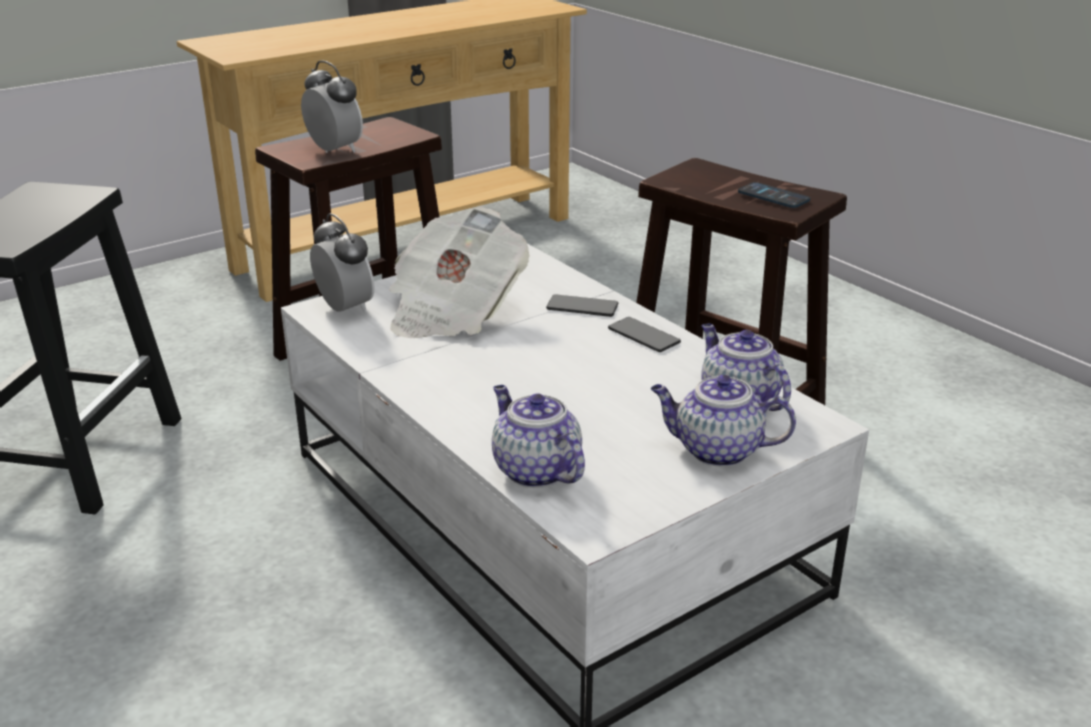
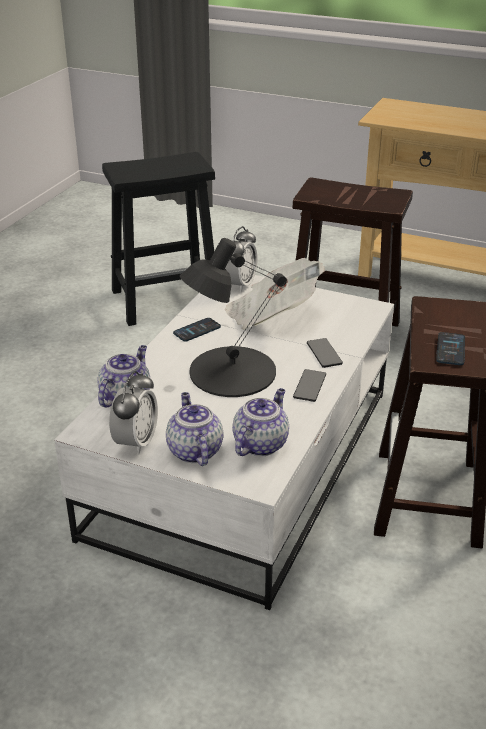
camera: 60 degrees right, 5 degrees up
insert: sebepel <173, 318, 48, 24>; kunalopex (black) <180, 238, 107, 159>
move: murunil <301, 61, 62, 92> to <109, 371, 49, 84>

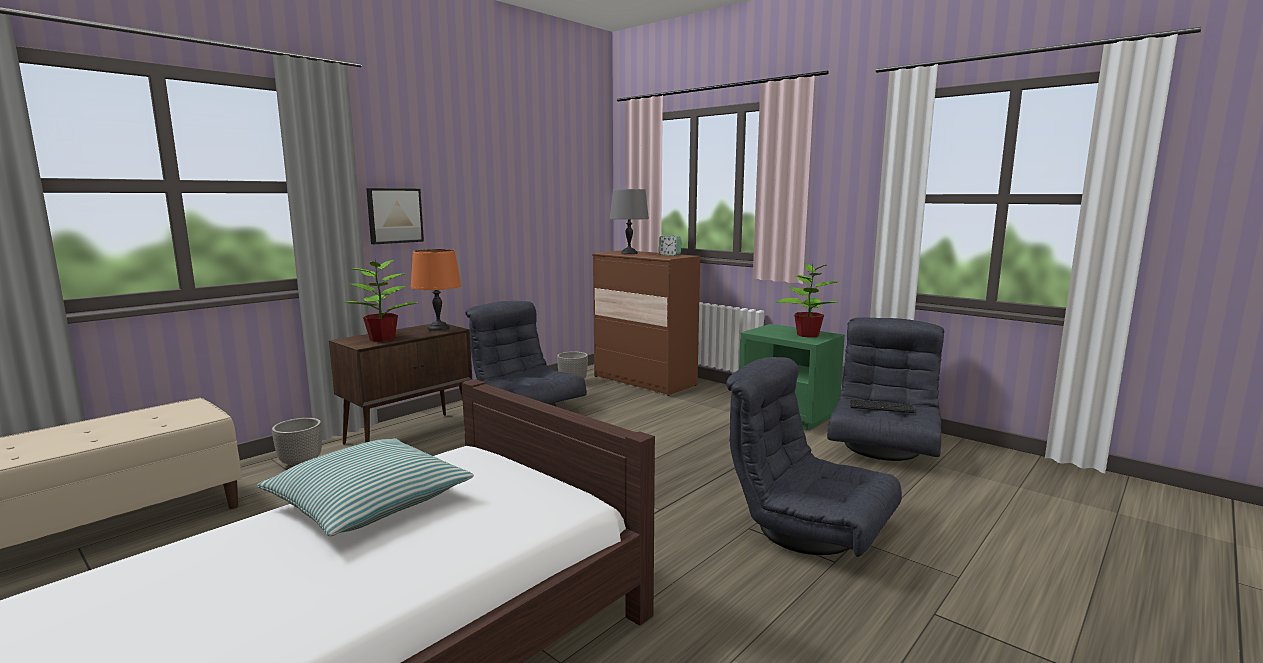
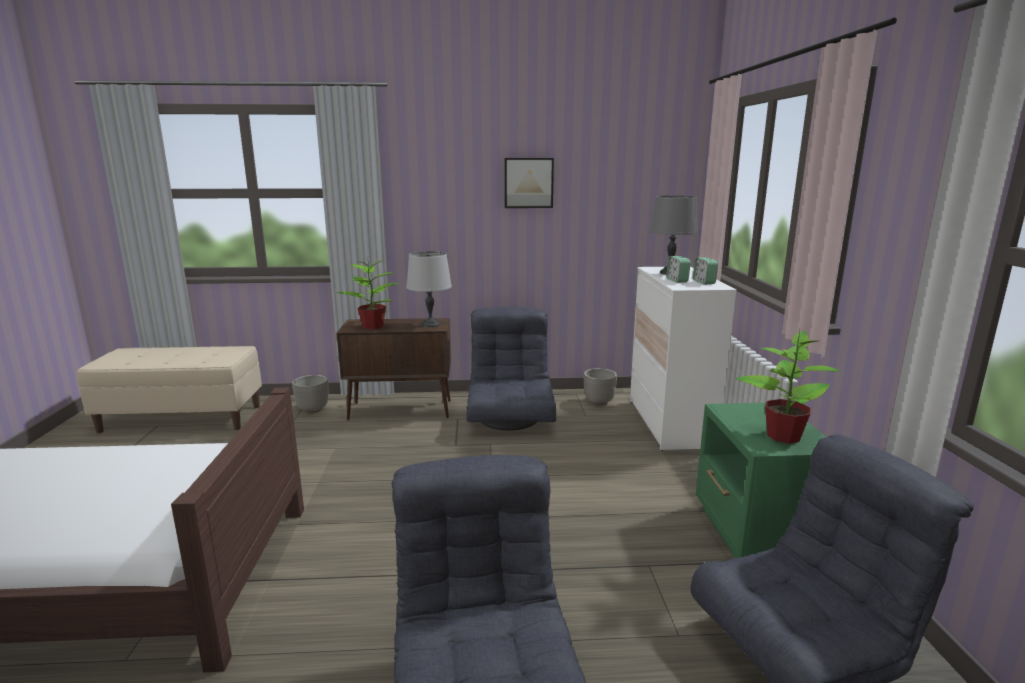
camera: 45 degrees right, 5 degrees up
delete: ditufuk <257, 438, 217, 98>; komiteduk <850, 399, 64, 14>
insert: murunil <666, 256, 25, 27>
move: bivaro <366, 188, 58, 56> to <504, 158, 50, 50>
recolor: kunalopex (orange) <411, 249, 50, 82> to kunalopex (grey) <407, 251, 45, 77>; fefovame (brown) <592, 250, 109, 146> to fefovame (white) <630, 267, 107, 184>

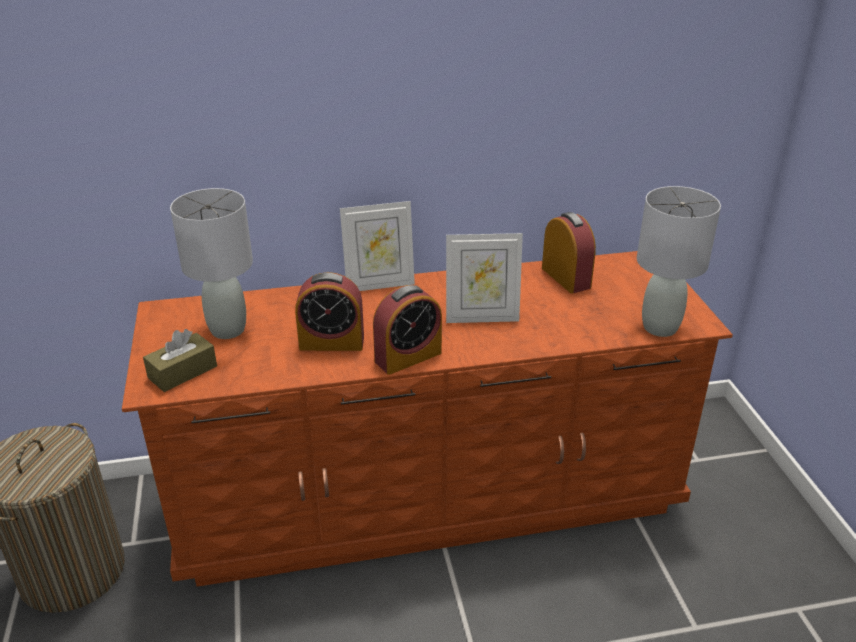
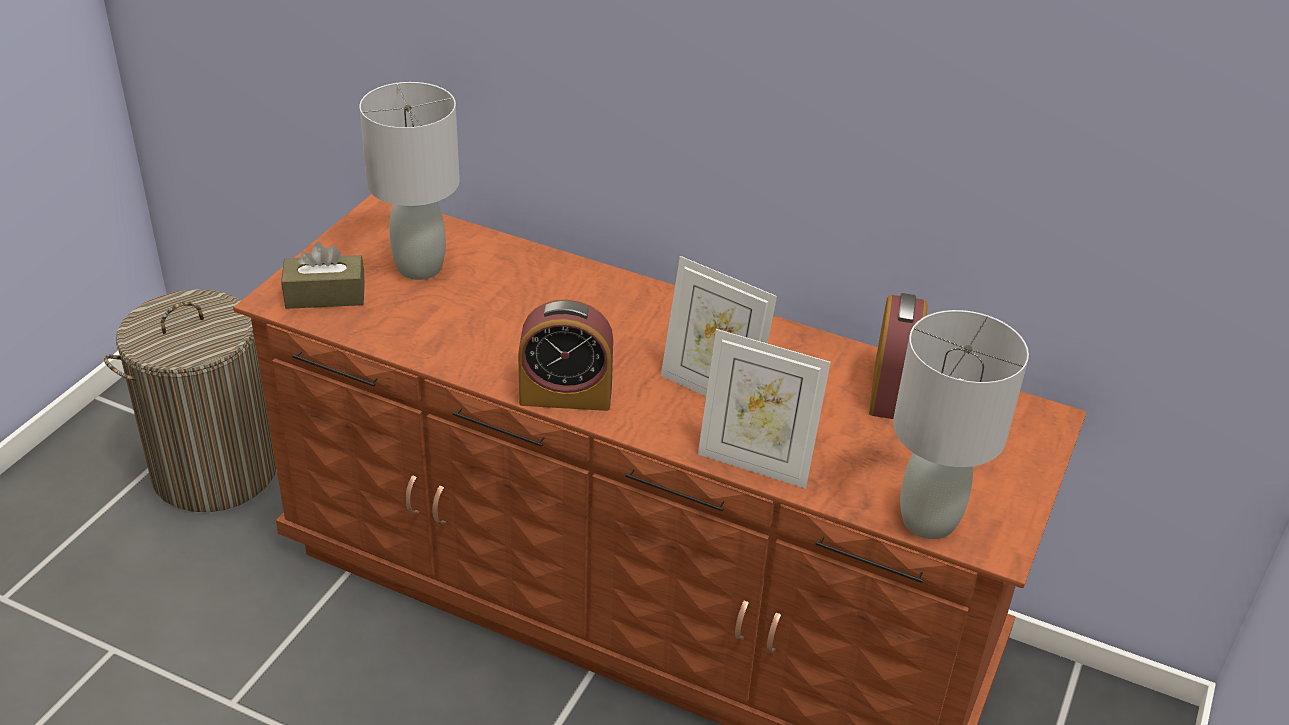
camera: 35 degrees right, 5 degrees up
delete: murunil <295, 272, 69, 79>
move: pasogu <340, 201, 75, 90> to <698, 329, 133, 160>

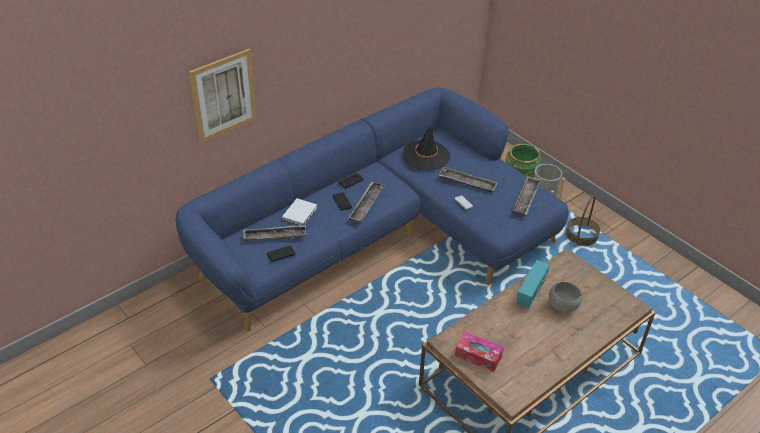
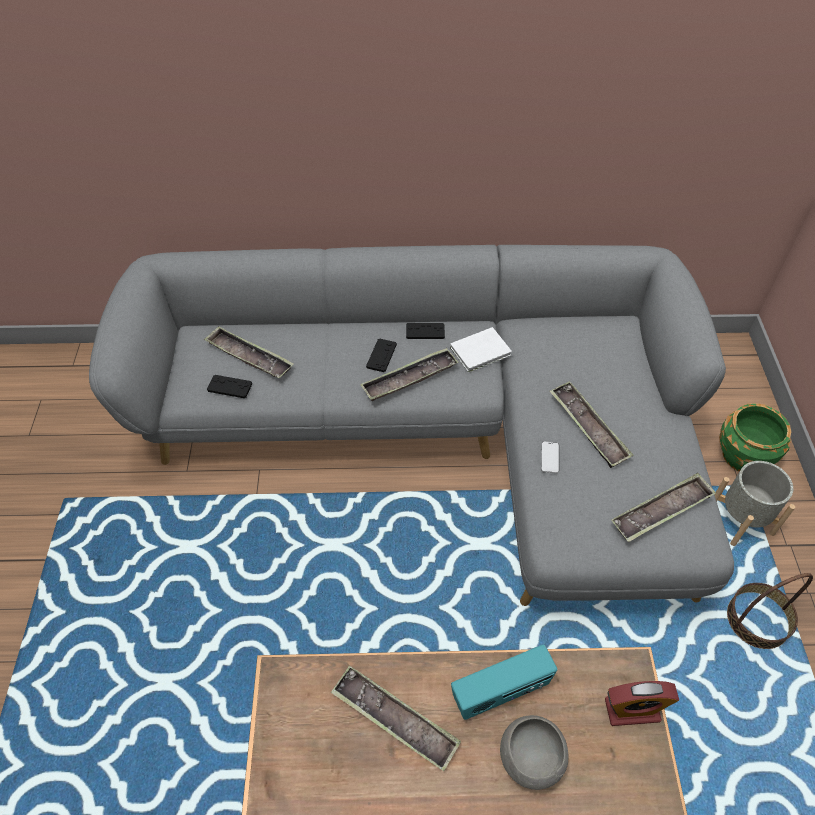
camera: 40 degrees right, 10 degrees up
delete: bivaro <189, 49, 68, 94>; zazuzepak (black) <403, 124, 47, 47>; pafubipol <455, 332, 49, 40>
insert: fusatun <331, 665, 130, 106>; murunil <605, 681, 74, 45>
move: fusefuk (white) <282, 198, 35, 28> to <450, 327, 62, 46>
recolor: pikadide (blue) <176, 88, 392, 243> to pikadide (grey) <89, 245, 645, 361>

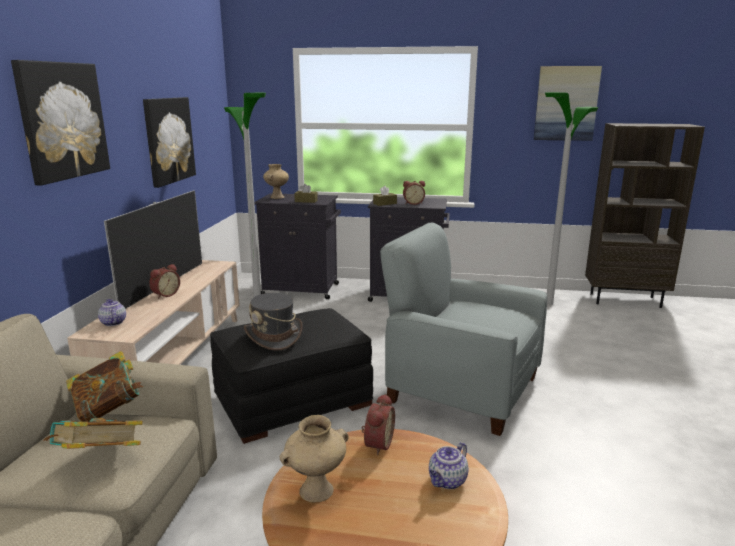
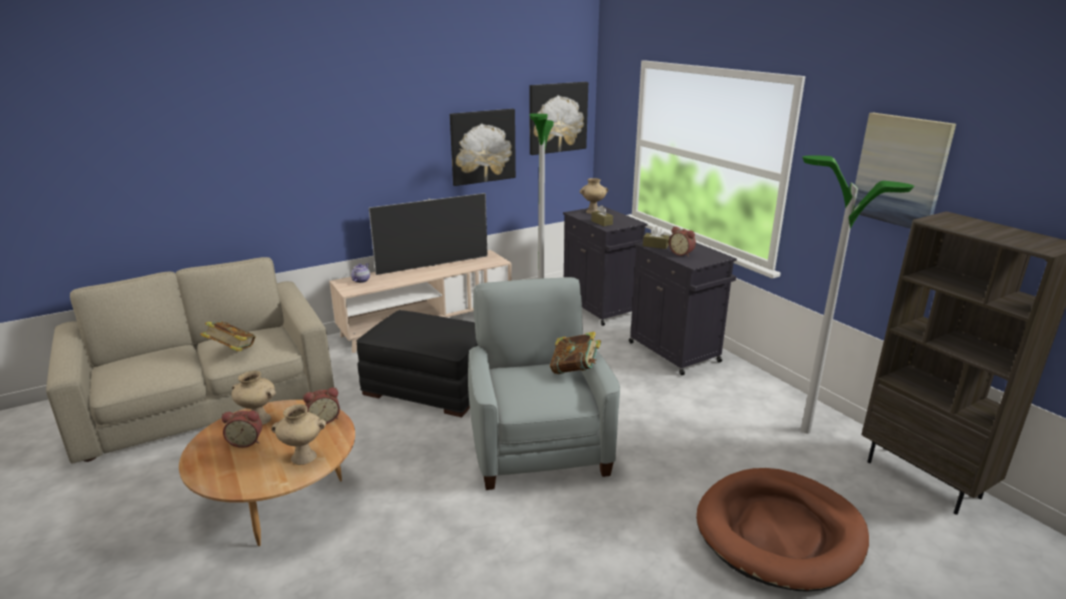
camera: 50 degrees right, 5 degrees up
delete: zazuzepak (grey) <244, 293, 59, 58>
insert: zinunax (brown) <696, 468, 173, 124>
move: bivaro <11, 60, 99, 126> to <529, 82, 59, 73>; fusefuk <66, 351, 77, 71> to <550, 331, 51, 43>; murunil <149, 264, 31, 35> to <222, 411, 40, 37>
replace: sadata <429, 442, 40, 47> to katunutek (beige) <271, 404, 55, 61>

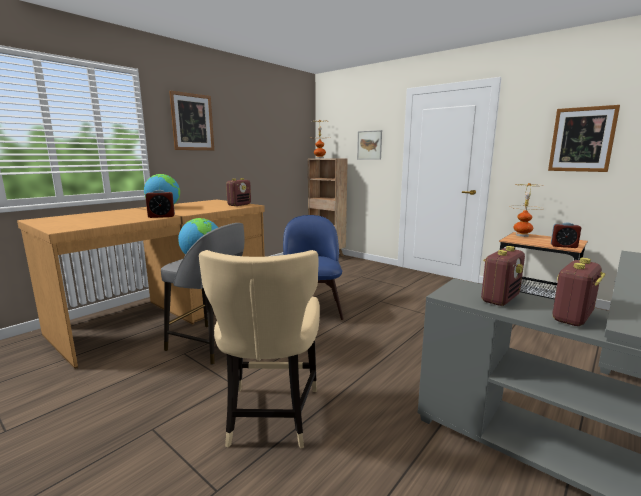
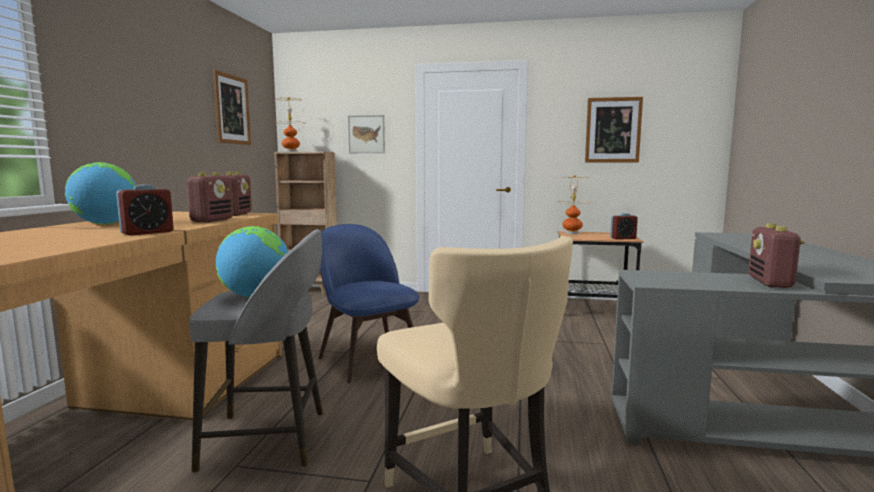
camera: 30 degrees left, 5 degrees down
move: bivaro <169, 91, 45, 59> to <213, 70, 38, 75>; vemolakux <481, 246, 44, 60> to <187, 172, 47, 50>

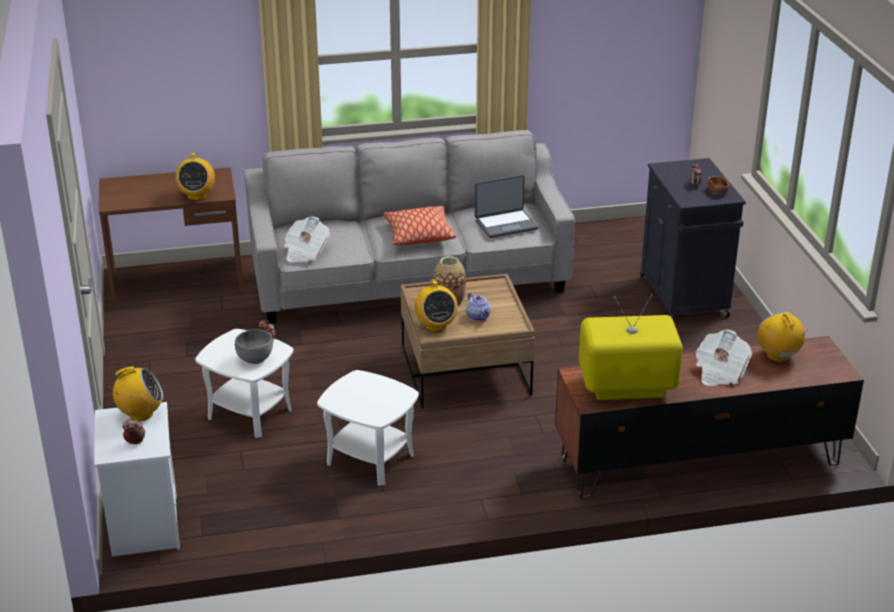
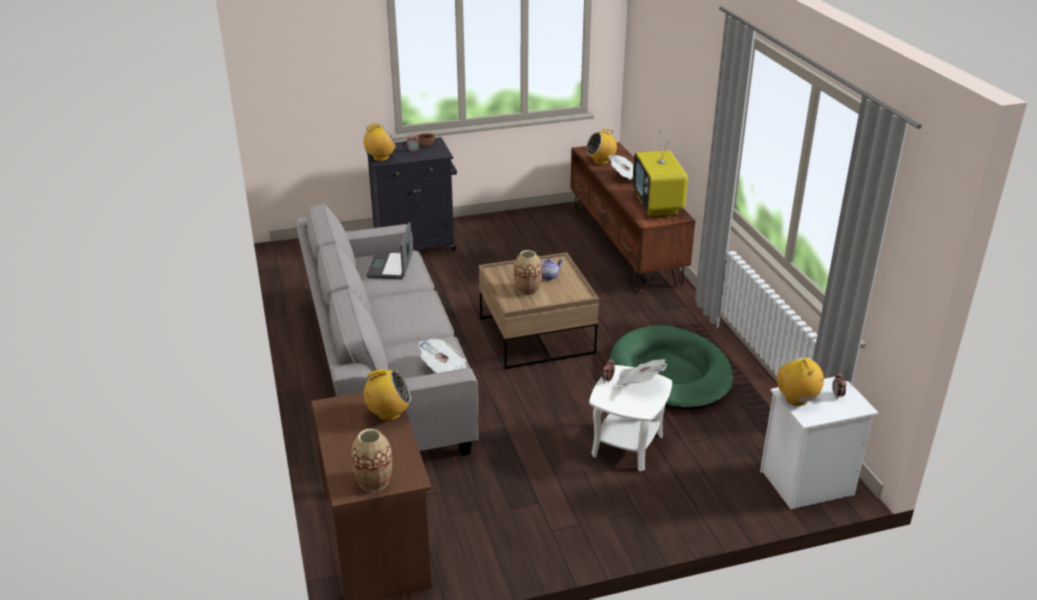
camera: 95 degrees left, 0 degrees up
delete: ditufuk <383, 206, 73, 39>
insert: katunutek <351, 428, 41, 64>
move: vemolakux <414, 279, 44, 53> to <364, 123, 32, 38>
replace: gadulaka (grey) <235, 329, 38, 35> to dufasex <617, 359, 50, 26>; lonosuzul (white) <317, 370, 102, 116> to zinunax (green) <610, 325, 123, 85>
rotate: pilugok <475, 175, 64, 63> = <367, 222, 46, 57> 150 degrees counterclockwise

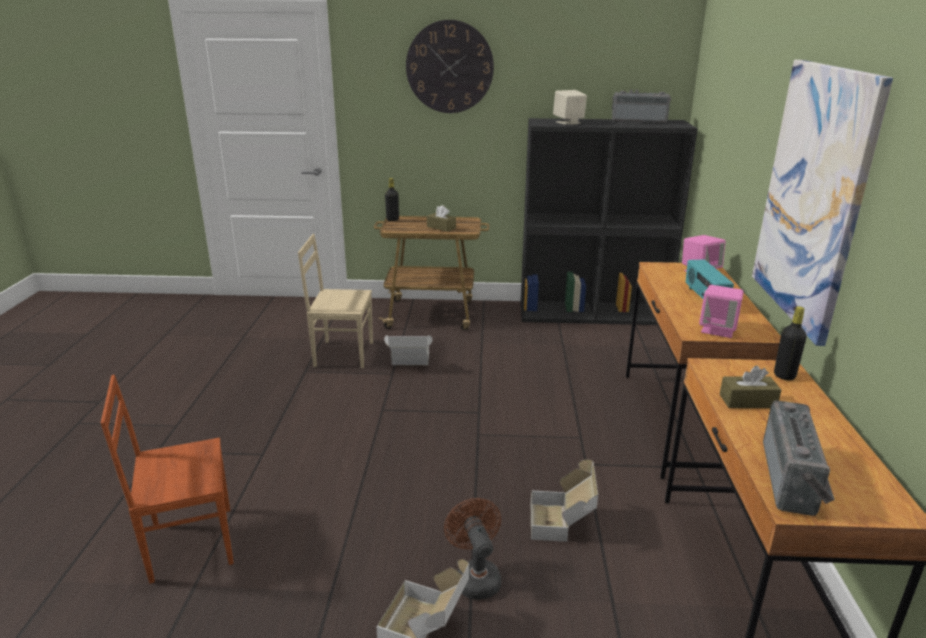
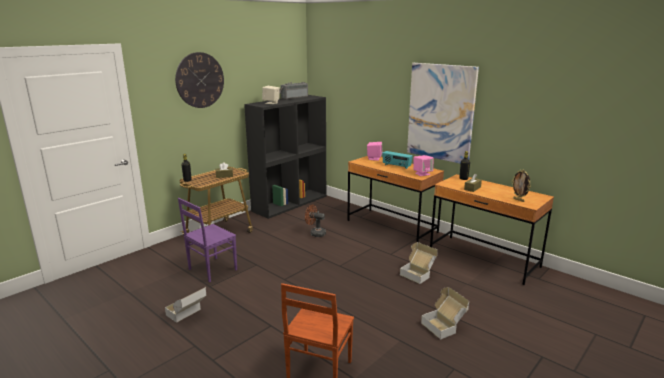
camera: 50 degrees left, 5 degrees down
move: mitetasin <384, 335, 49, 30> to <165, 287, 41, 36>; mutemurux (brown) <444, 498, 57, 102> to <305, 205, 21, 32>
replace: vemolakux <763, 401, 72, 115> to pasogu <512, 169, 19, 33>
recolor: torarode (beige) <298, 234, 75, 134> to torarode (purple) <178, 198, 59, 85>

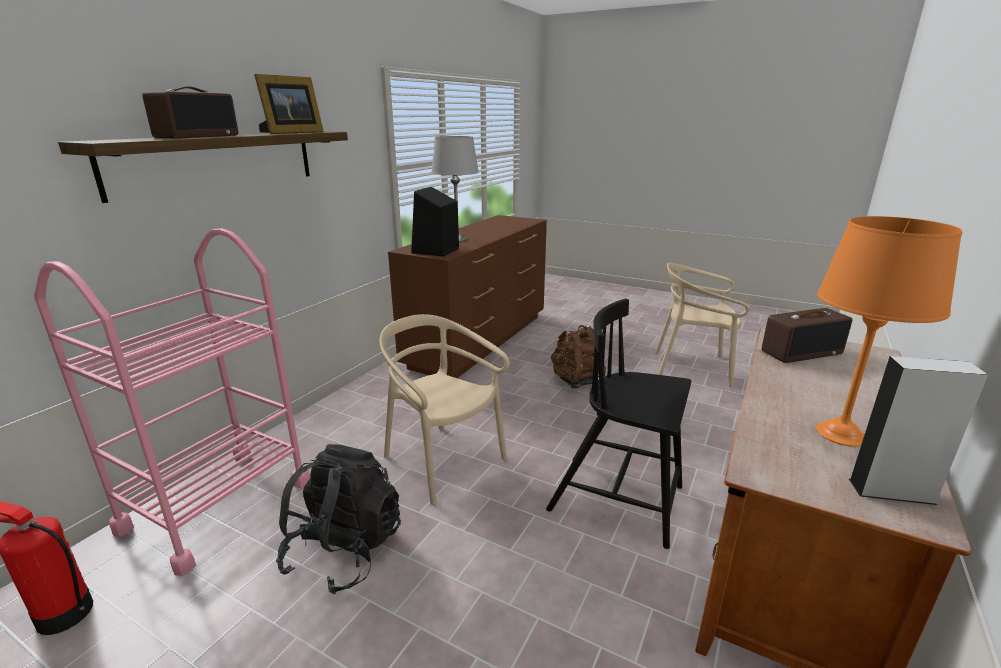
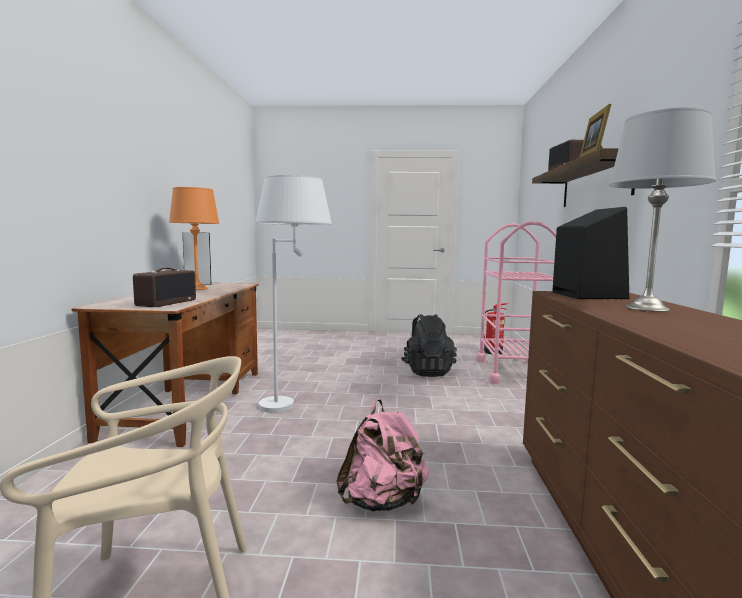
camera: 155 degrees right, 15 degrees down
delete: torarode (beige) <379, 314, 131, 190>
replace: torarode (black) <546, 299, 145, 250> to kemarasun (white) <256, 175, 76, 238>
recolor: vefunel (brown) <551, 325, 55, 63> to vefunel (pink) <336, 399, 93, 113>
rotate: vemolakux <762, 308, 91, 55> = <133, 268, 63, 39> 150 degrees clockwise

